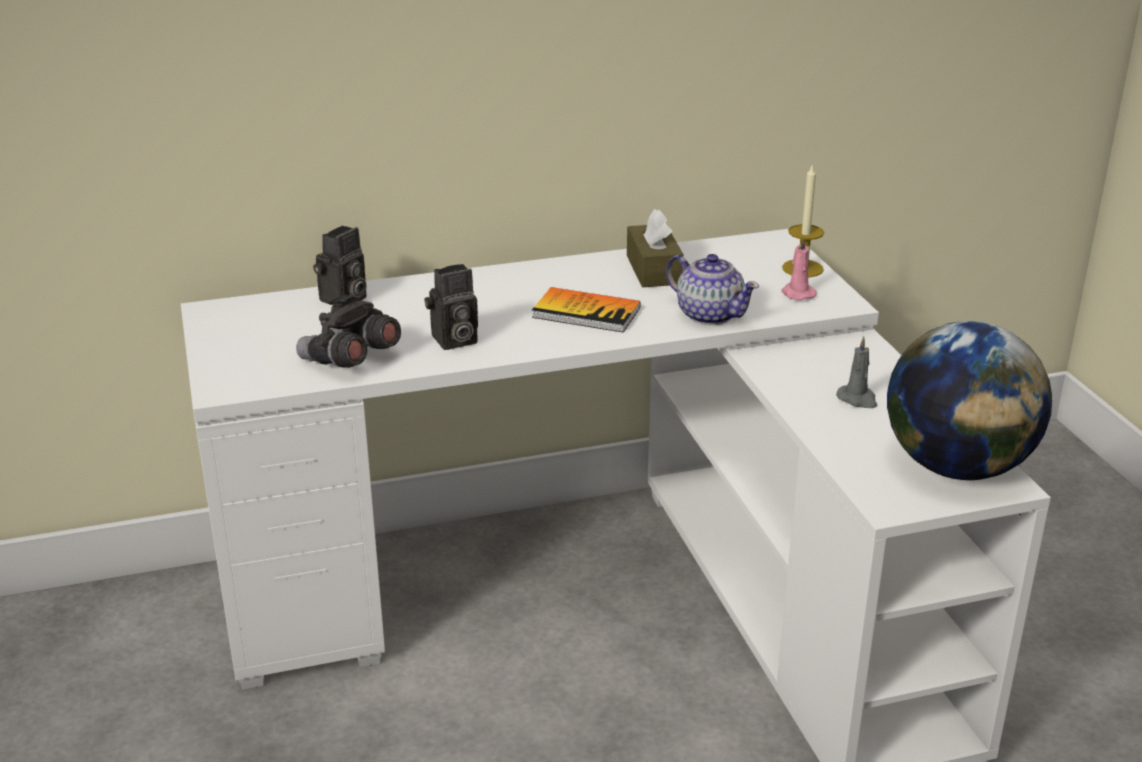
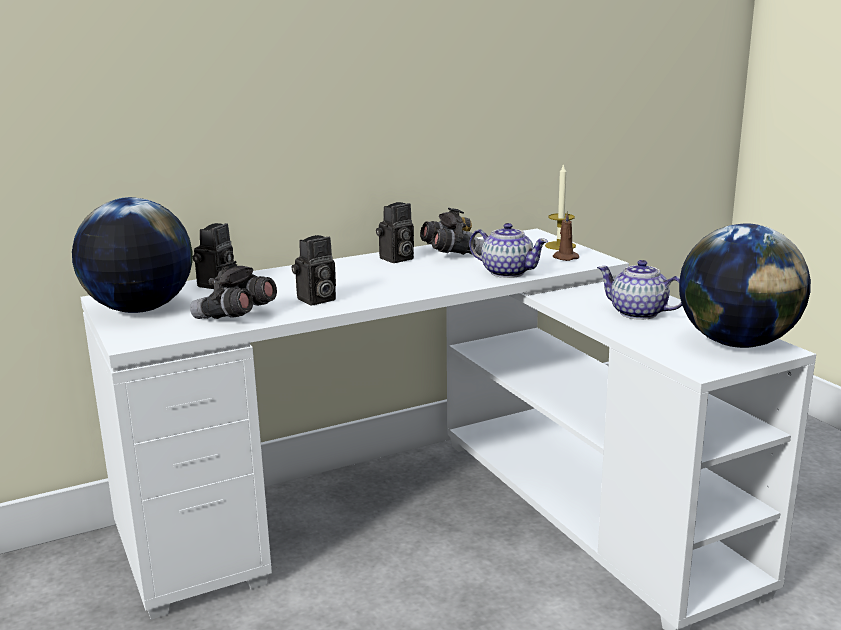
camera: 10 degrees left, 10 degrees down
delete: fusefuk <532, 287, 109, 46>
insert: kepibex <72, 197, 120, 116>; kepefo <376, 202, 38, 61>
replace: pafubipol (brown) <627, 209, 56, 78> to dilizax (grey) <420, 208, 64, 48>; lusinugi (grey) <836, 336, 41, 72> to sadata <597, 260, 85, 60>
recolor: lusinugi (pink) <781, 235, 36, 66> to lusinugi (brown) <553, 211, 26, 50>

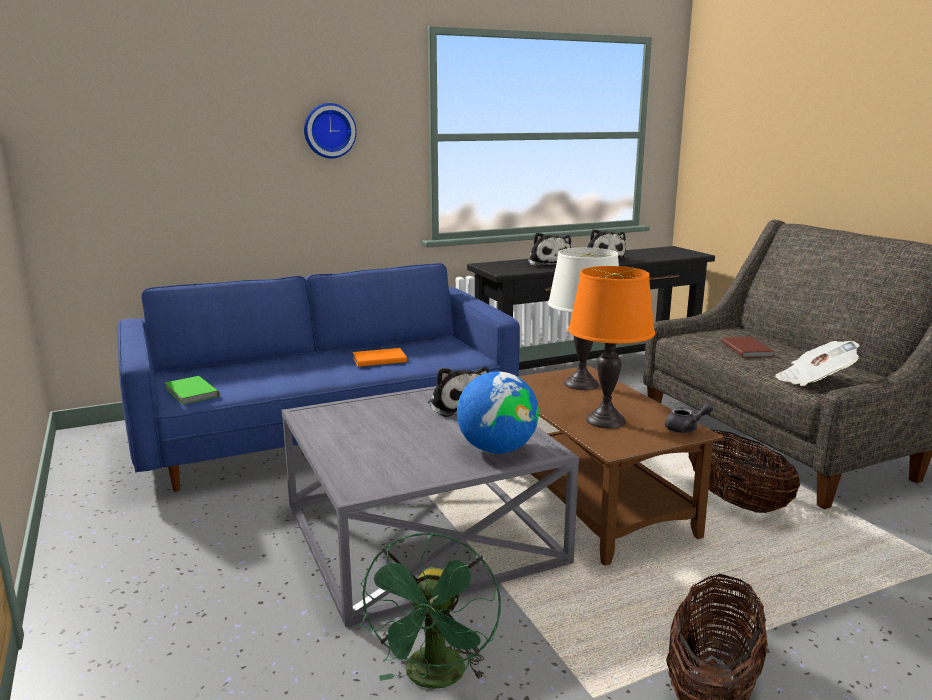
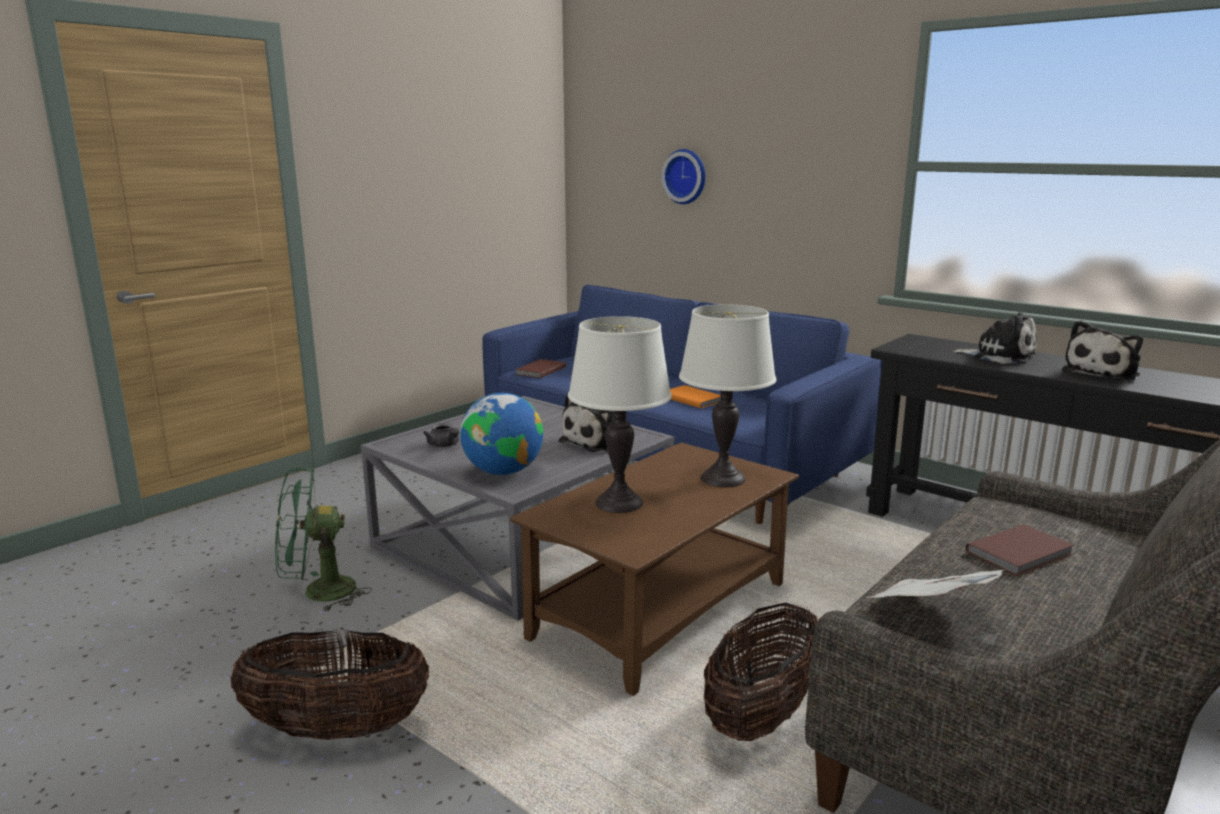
camera: 65 degrees right, 0 degrees up
move: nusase <304, 103, 53, 55> to <661, 149, 45, 55>; sadata (grey) <665, 403, 48, 30> to <423, 423, 36, 24>
recolor: fusefuk (green) <165, 376, 54, 29> to fusefuk (brown) <515, 359, 51, 19>; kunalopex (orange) <568, 266, 87, 163> to kunalopex (white) <568, 316, 104, 197>
rotate: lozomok <528, 233, 43, 33> = <953, 312, 84, 52> 105 degrees counterclockwise

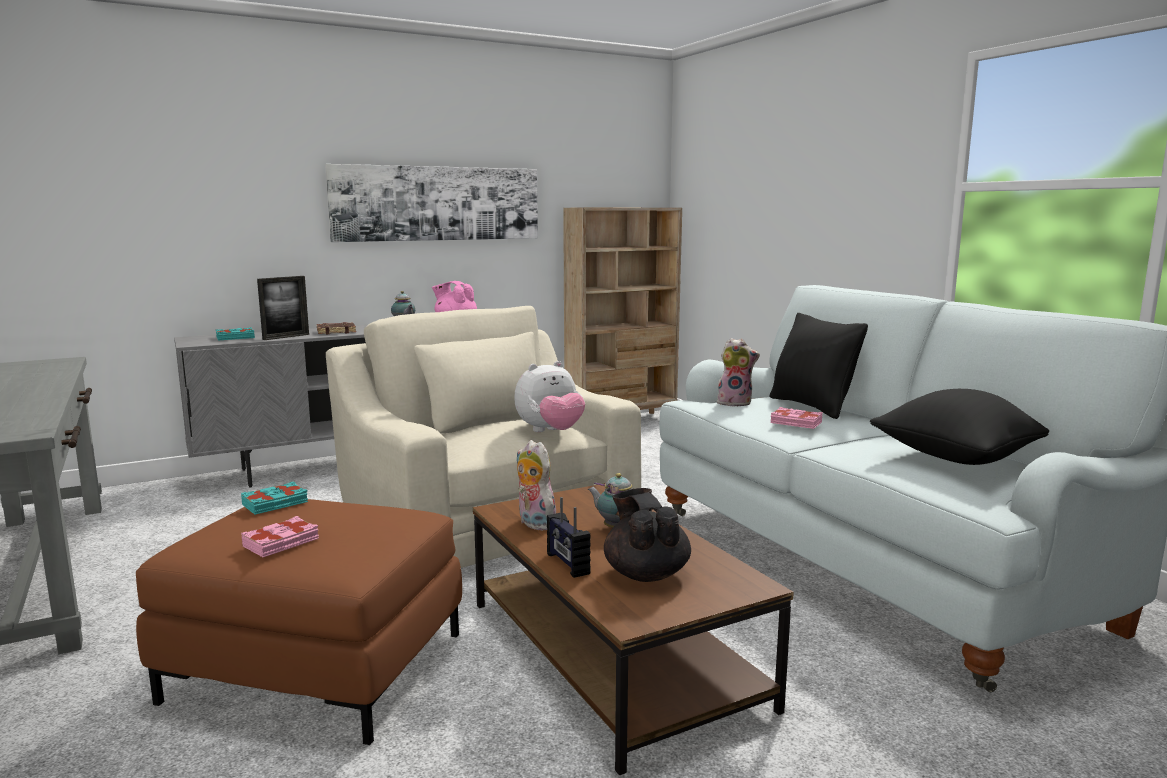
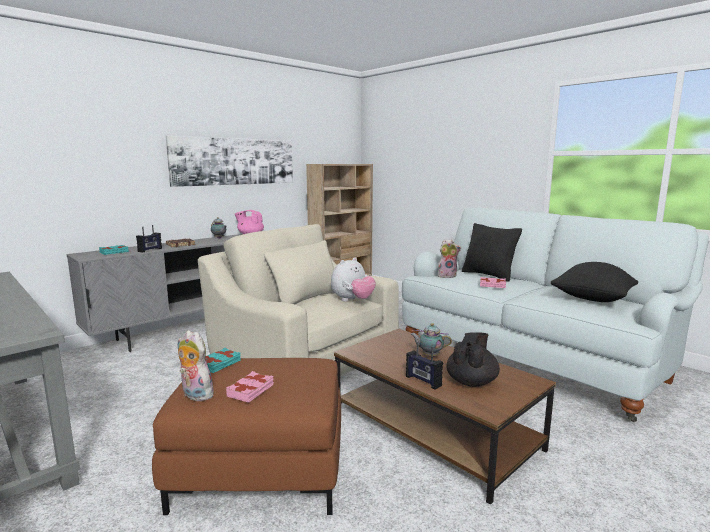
camera: 15 degrees left, 0 degrees up
move: lozomok <516, 440, 40, 90> to <178, 330, 36, 71>
replace: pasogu <257, 276, 52, 64> to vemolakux <136, 225, 26, 27>
rotate: sadata (black) <604, 488, 87, 94> = <446, 332, 54, 55> 60 degrees clockwise

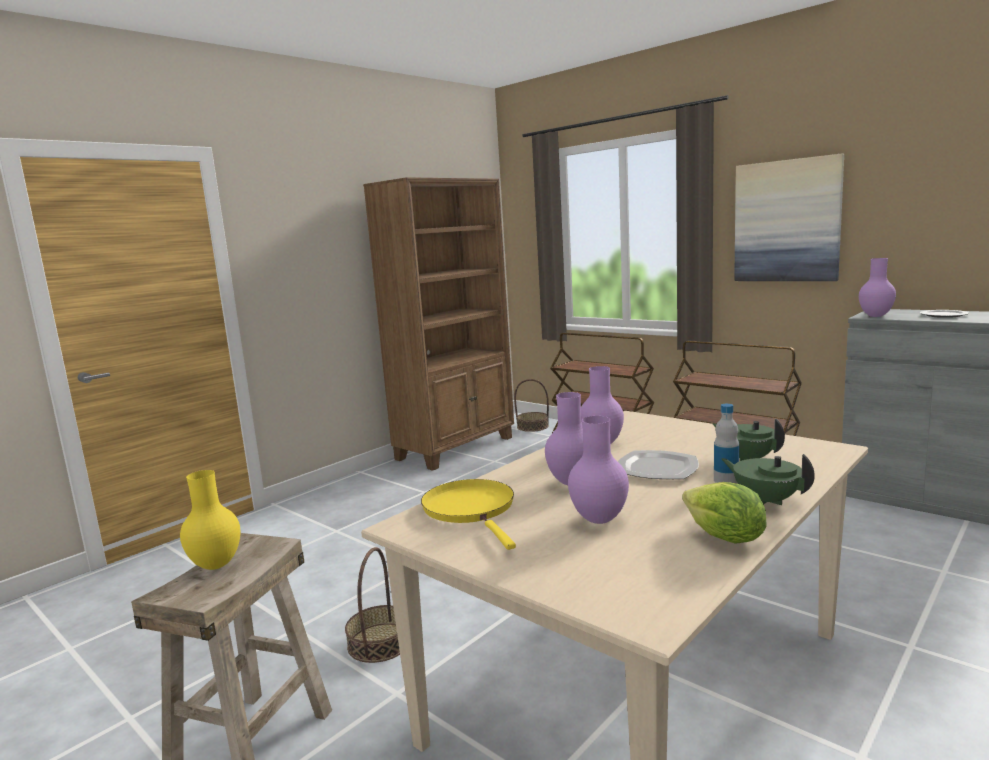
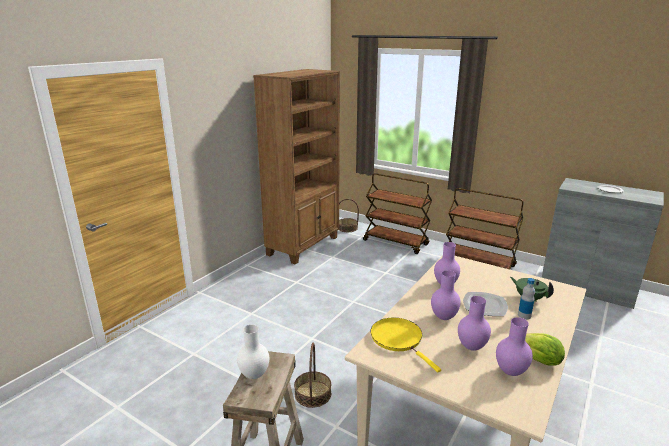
camera: 10 degrees left, 10 degrees up
delete: sadata (green) <721, 454, 94, 51>; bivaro <734, 154, 110, 127>
move: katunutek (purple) <859, 258, 37, 59> to <496, 317, 37, 59>
recolor: katunutek (yellow) <180, 470, 60, 100> to katunutek (white) <237, 325, 32, 54>

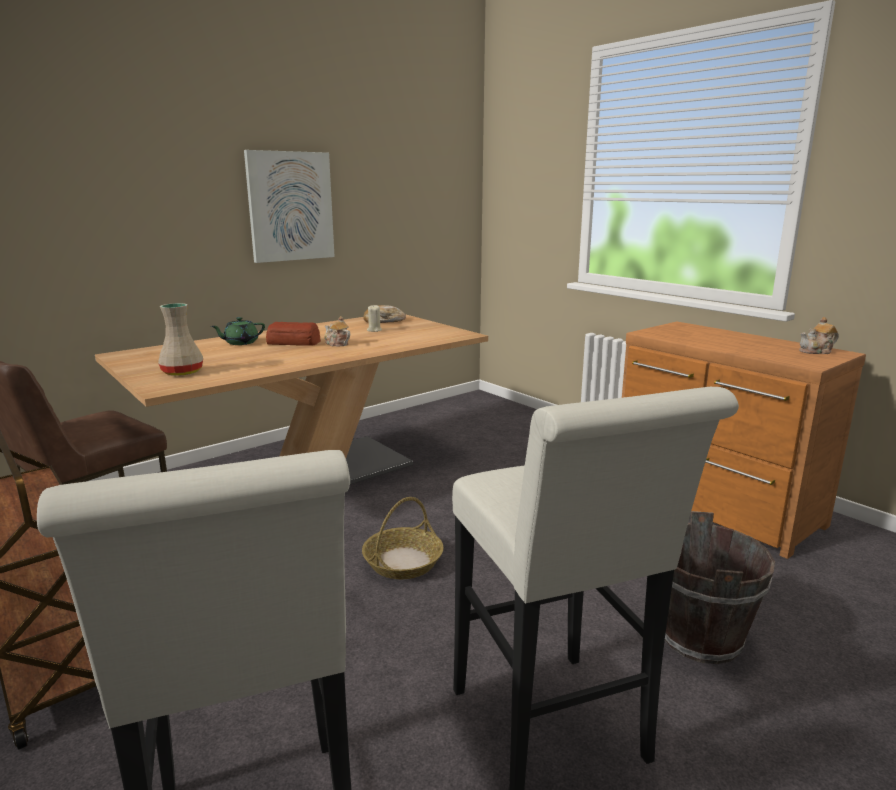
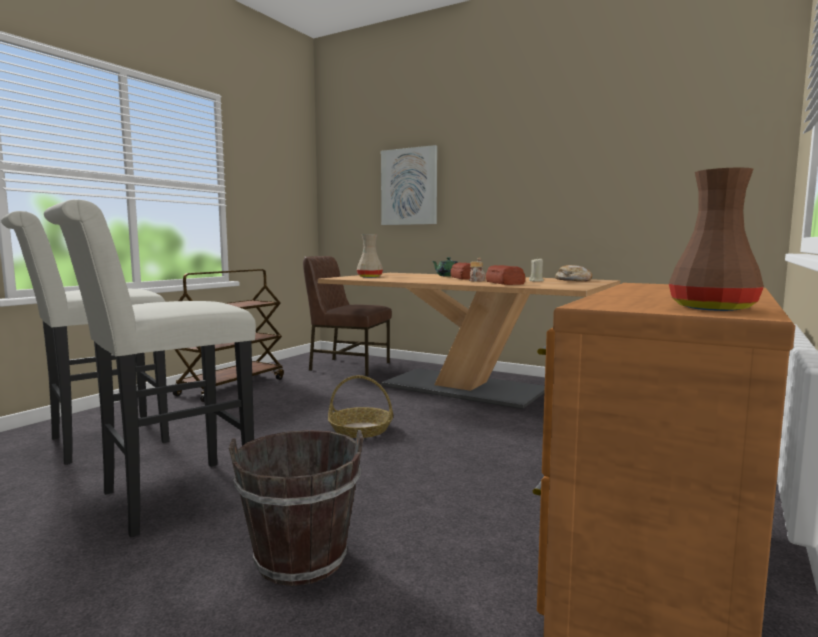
camera: 70 degrees right, 10 degrees down
insert: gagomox <486, 265, 39, 20>
move: bivaro <244, 150, 91, 113> to <381, 145, 56, 80>
replace: sadata <799, 317, 40, 37> to katunutek (brown) <669, 167, 95, 144>

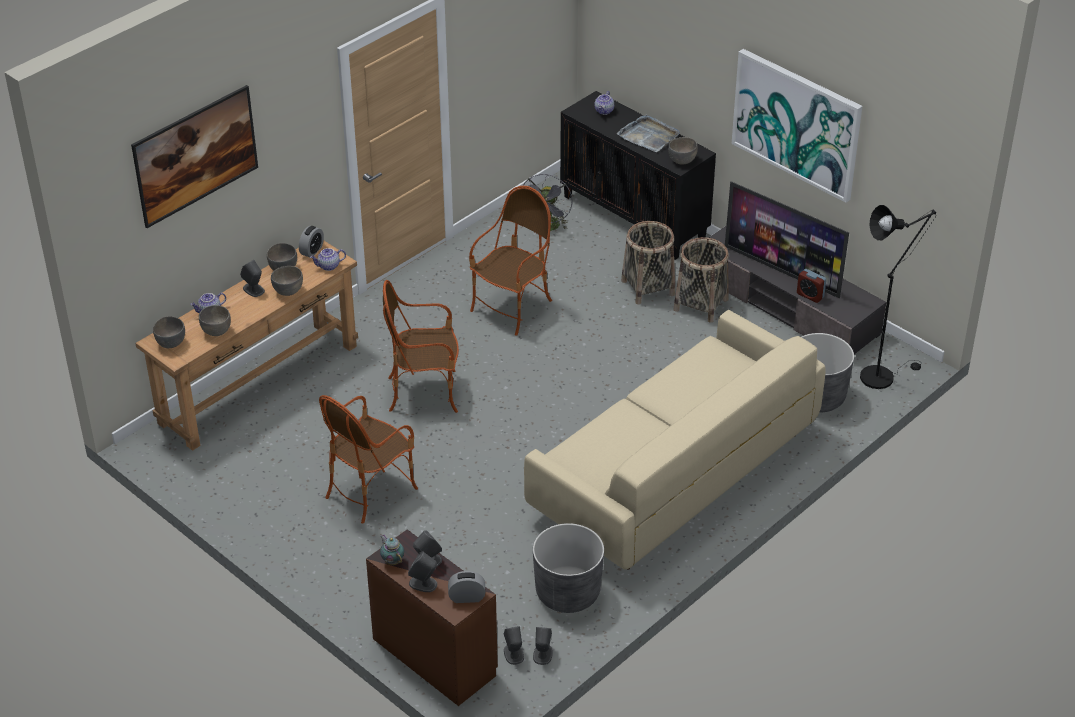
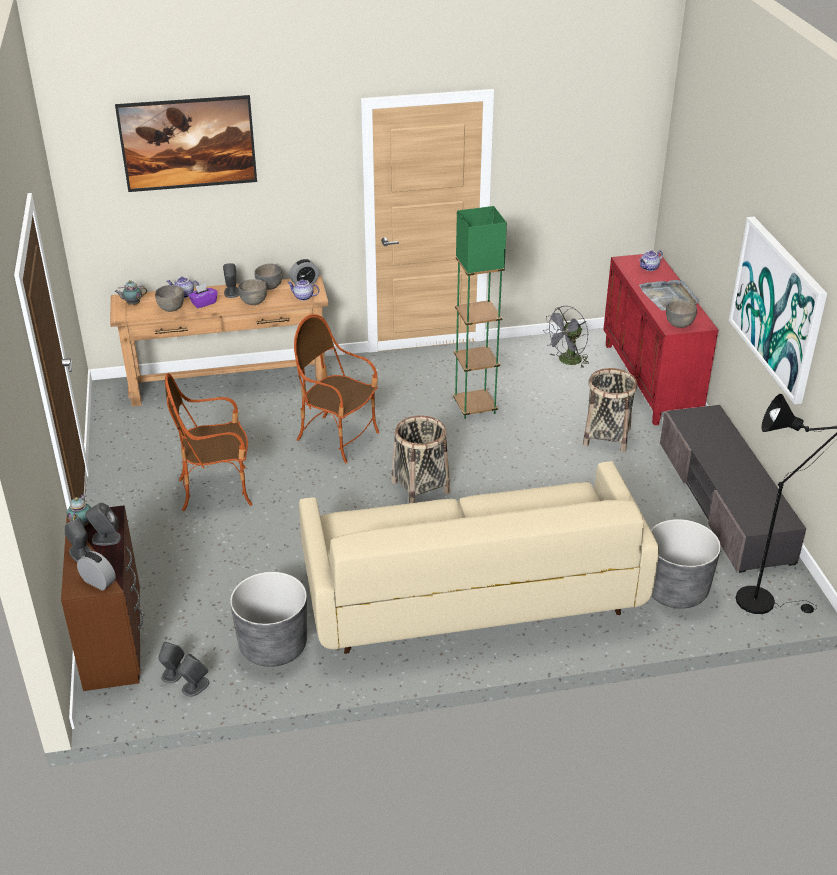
camera: 35 degrees right, 5 degrees down
delete: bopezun <725, 181, 124, 117>; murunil <797, 269, 29, 34>
insert: pafubipol (purple) <188, 283, 30, 25>
move: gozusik <674, 237, 55, 86> to <391, 415, 59, 89>
replace: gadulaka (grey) <153, 316, 32, 32> to sadata <114, 280, 33, 25>; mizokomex <469, 186, 83, 149> to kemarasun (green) <453, 206, 54, 213>
recolor: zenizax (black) <560, 91, 156, 169> to zenizax (red) <603, 253, 115, 172>

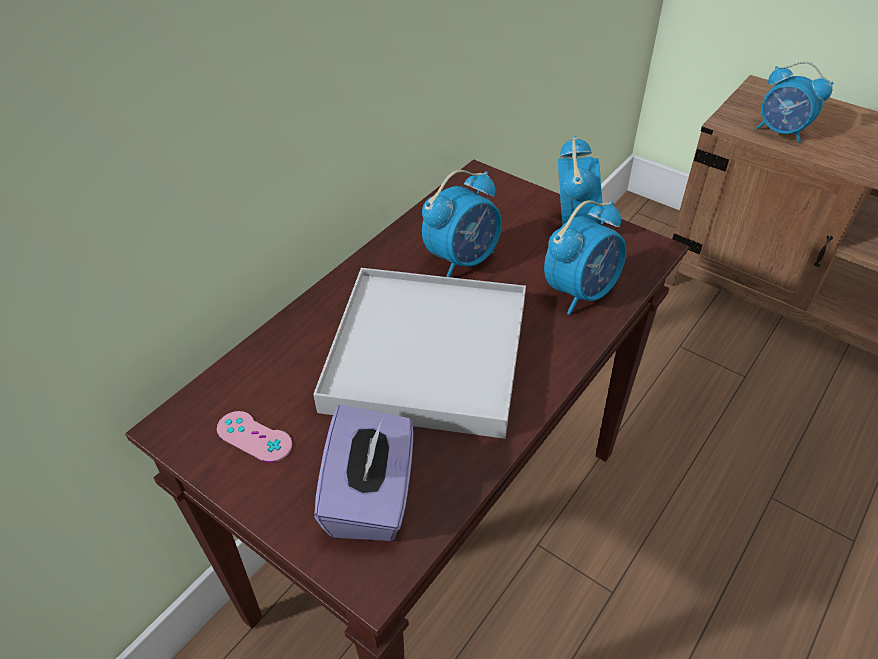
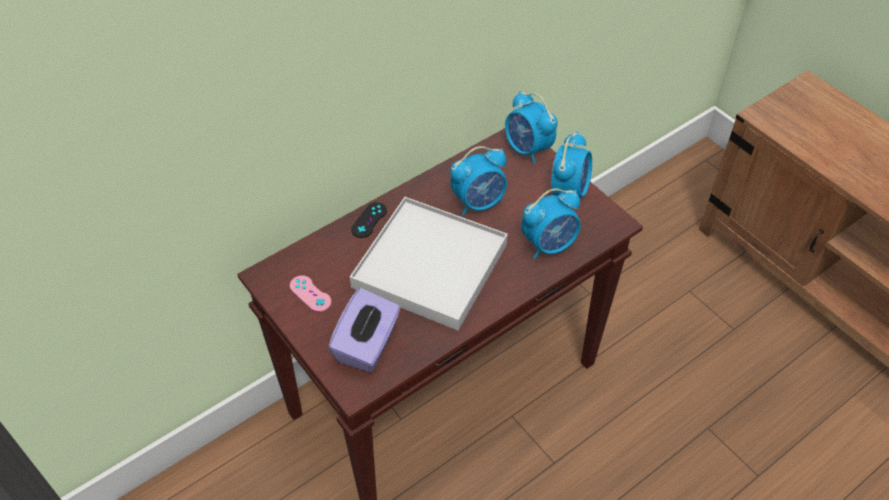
camera: 15 degrees right, 5 degrees up
insert: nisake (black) <351, 202, 36, 36>
move: murunil <756, 62, 77, 81> to <505, 91, 53, 73>

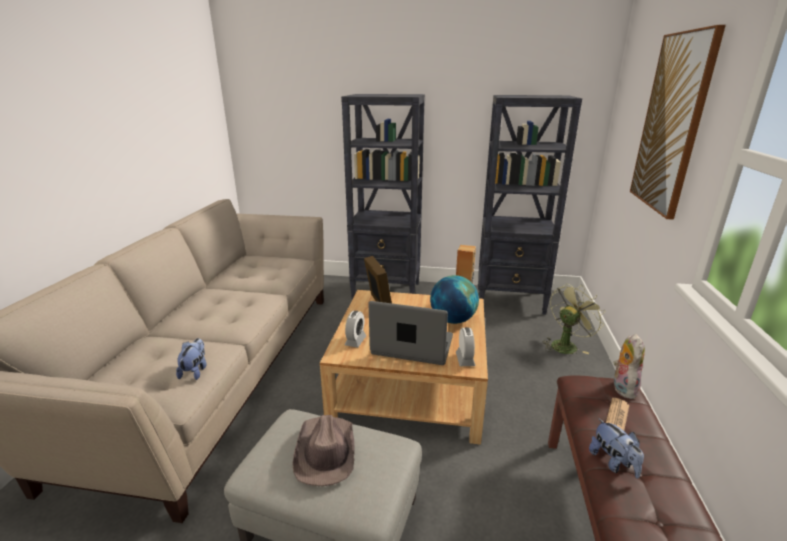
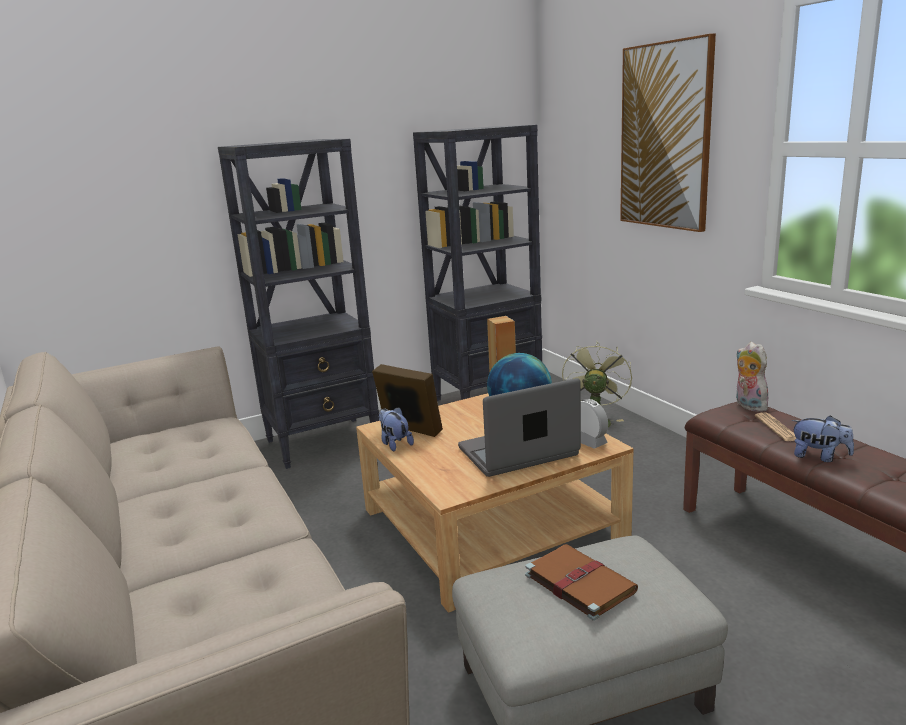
camera: 35 degrees left, 5 degrees down
delete: murunil <345, 311, 21, 37>
move: lozomok <176, 338, 31, 42> to <378, 407, 36, 44>
replace: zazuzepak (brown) <292, 415, 62, 71> to fusefuk (brown) <525, 544, 113, 77>

